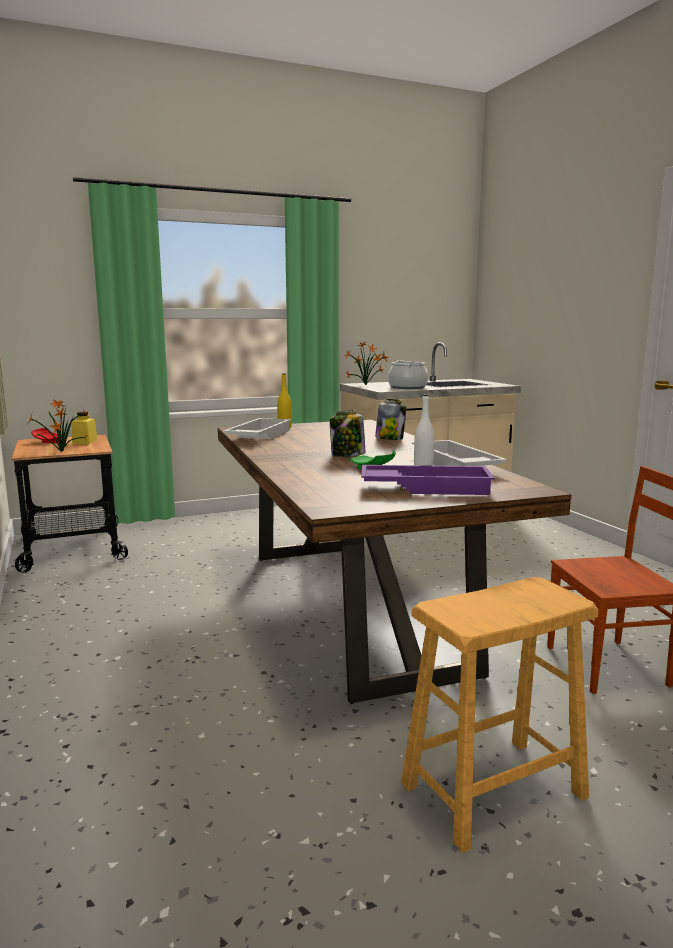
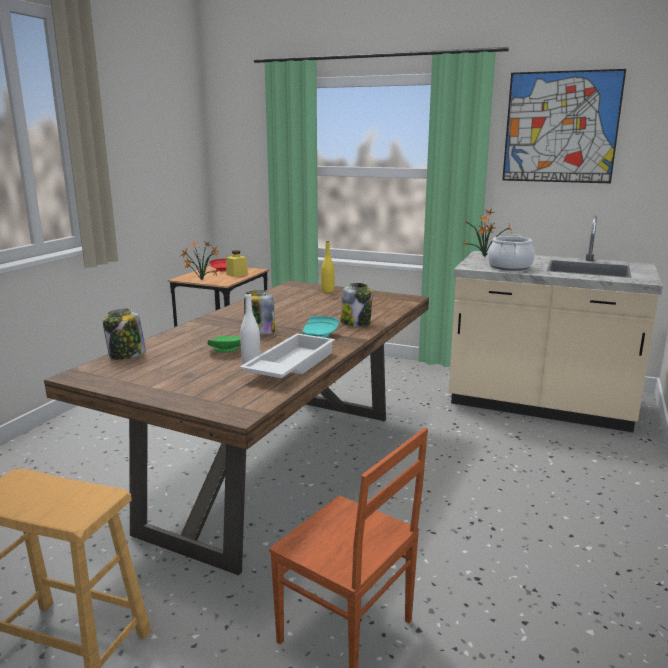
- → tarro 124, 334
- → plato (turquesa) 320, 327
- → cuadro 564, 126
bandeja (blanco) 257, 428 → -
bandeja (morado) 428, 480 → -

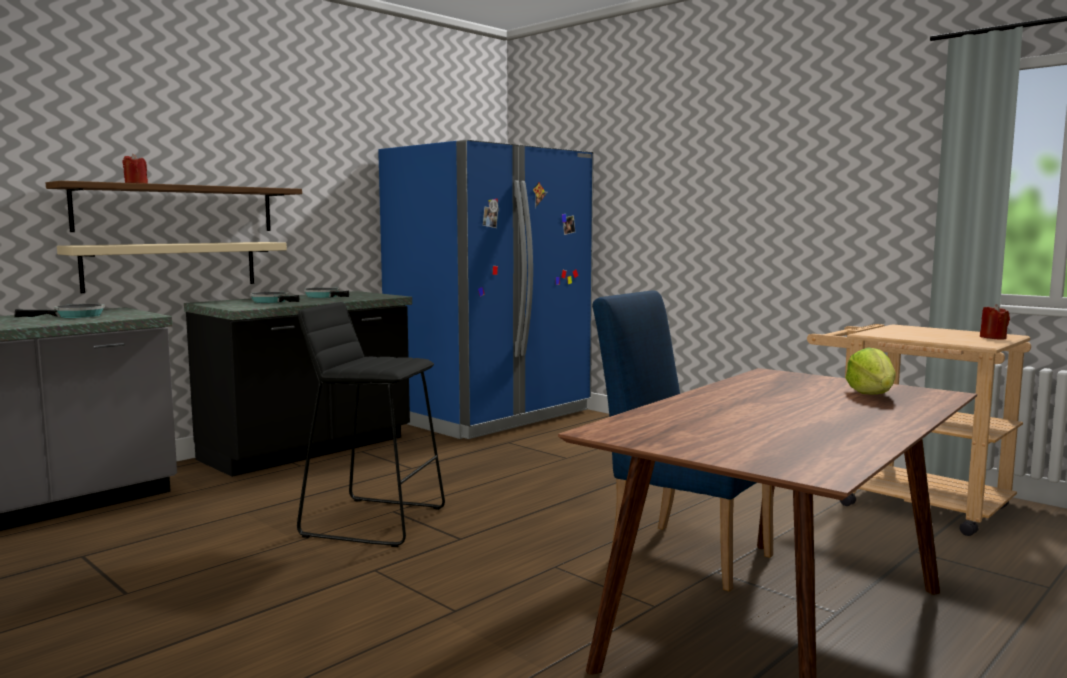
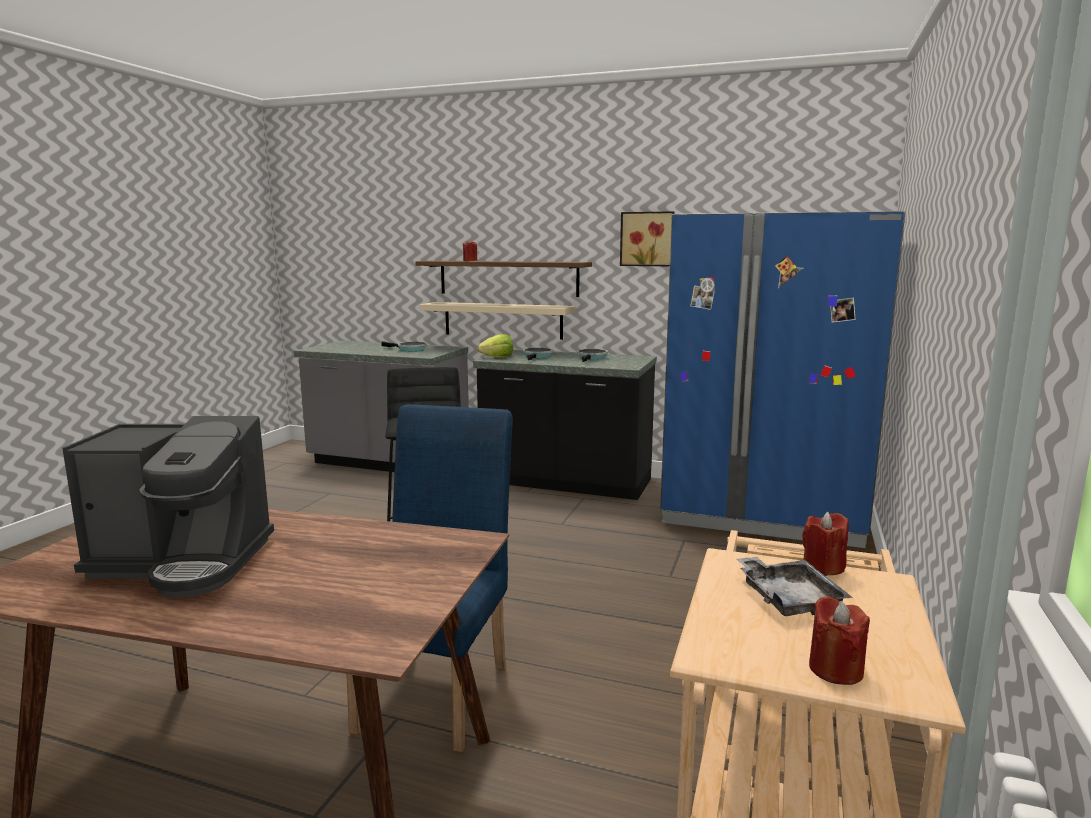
- → cafetera 168, 507
lechuga 870, 370 → lechuga 495, 346, relocated
- → cuadro 647, 238
- → bandeja (gris) 794, 586
- → vela (rojo) 825, 544

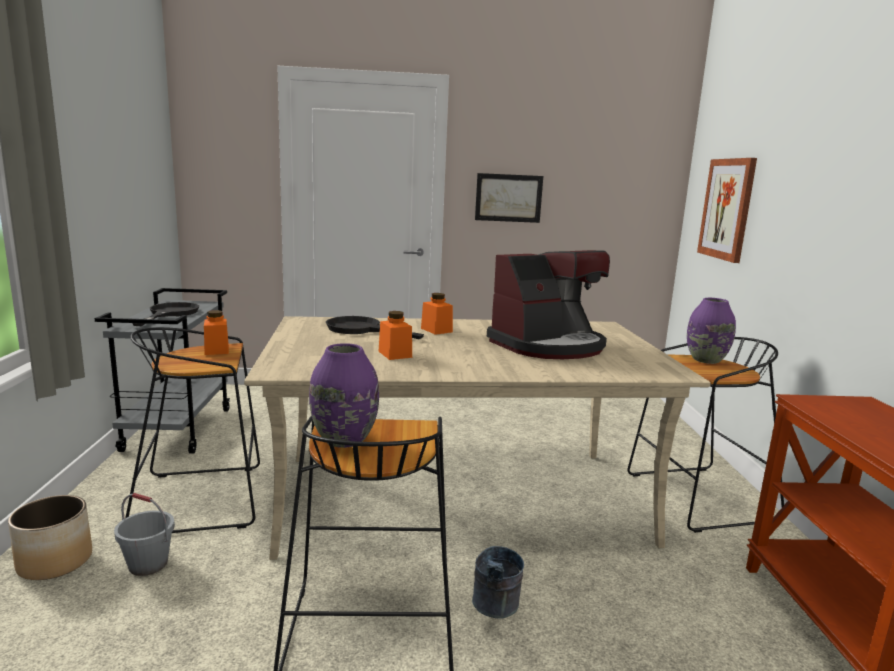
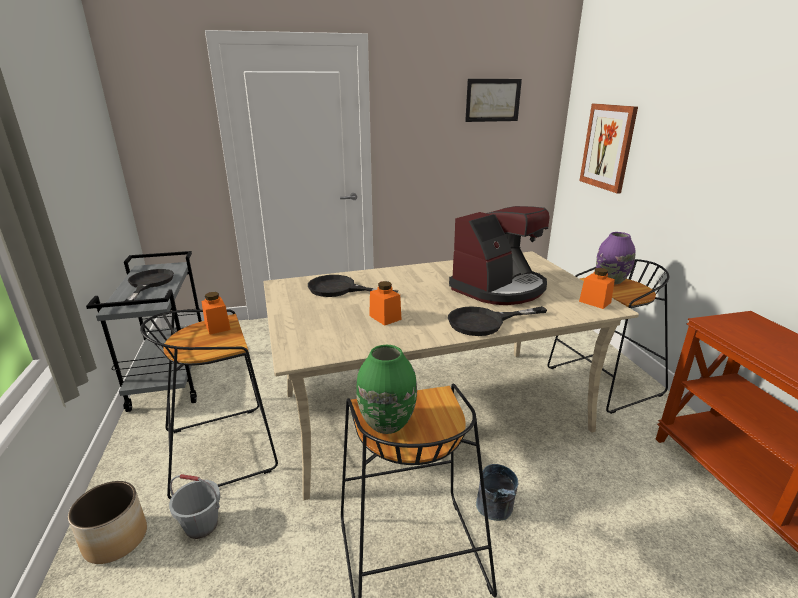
florero (morado) 344, 395 → florero (verde) 386, 389
- → sartén (negro) 497, 321
cuadro 509, 198 → cuadro 493, 100, relocated
tarro (naranja) 437, 314 → tarro (naranja) 597, 288, relocated

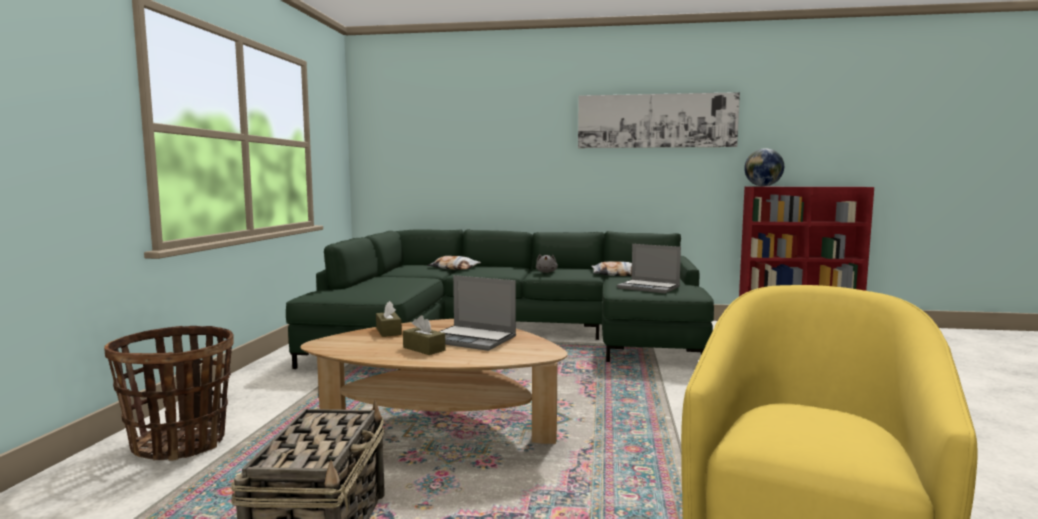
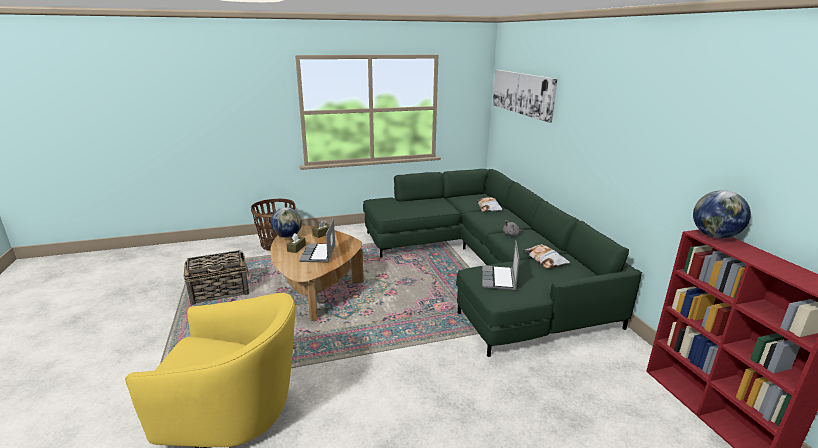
- → globo terráqueo 286, 223
cuadro 659, 120 → cuadro 525, 96, relocated

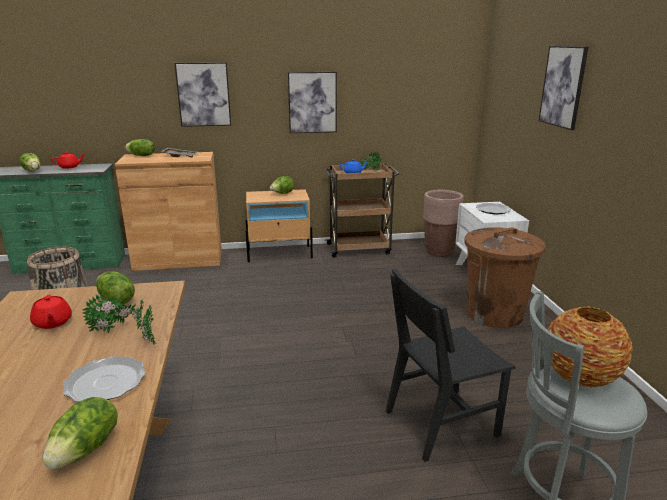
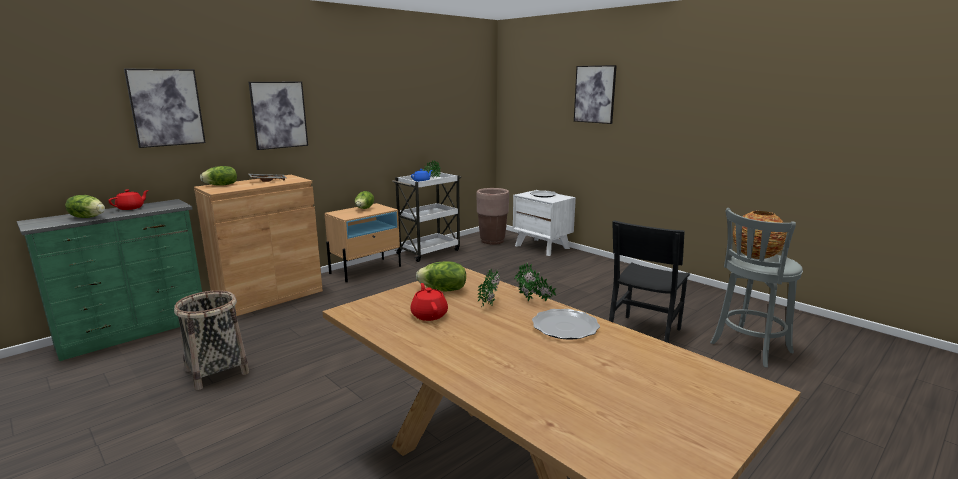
cuadro 312, 102 → cuadro 165, 108, relocated
carrito (marrón) 362, 210 → carrito (blanco) 427, 217
tetera (rojo) 51, 312 → tetera (rojo) 429, 302, 135 degrees counterclockwise
lechuga 80, 433 → -
papelera (marrón) 505, 277 → -

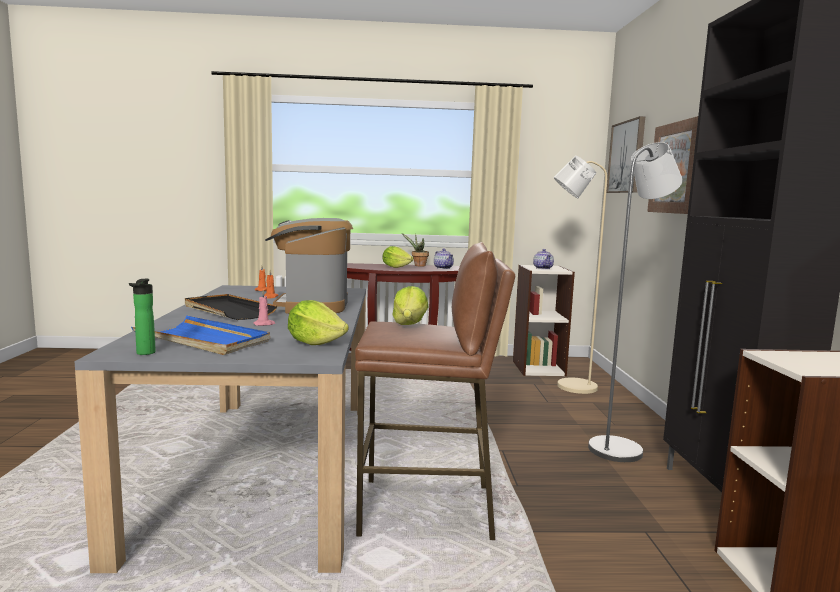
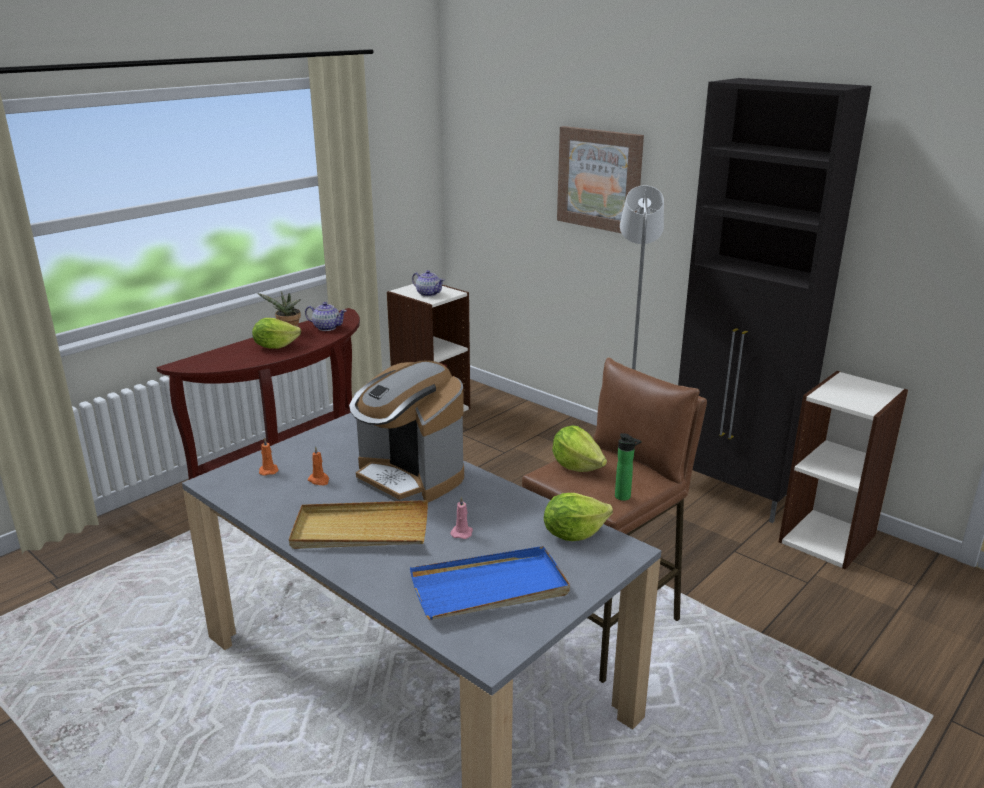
bandeja (negro) 231, 307 → bandeja (beis) 358, 524
botella 142, 316 → botella 628, 467, relocated
lámpara de pie (beis) 580, 275 → -
cuadro 625, 154 → -

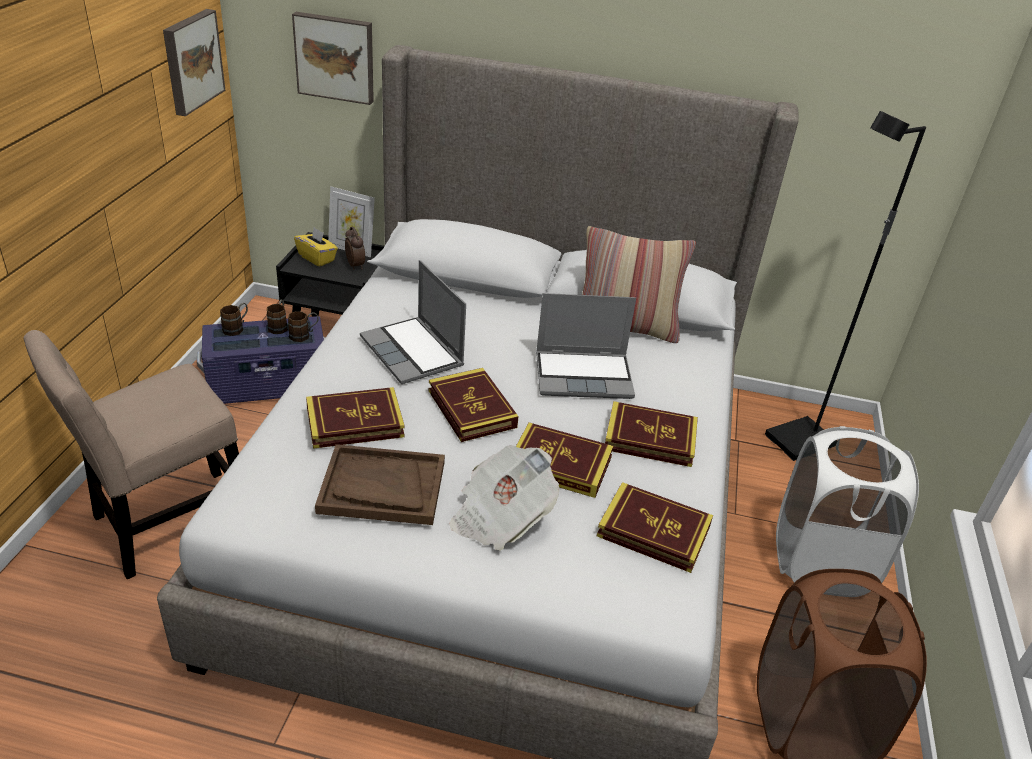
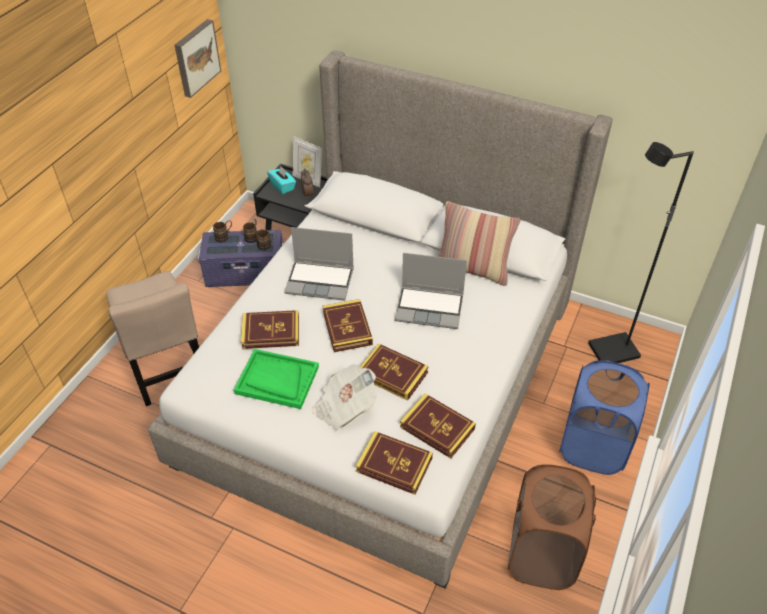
silla (beis) 131, 454 → silla (beis) 152, 338, 90 degrees counterclockwise
bandeja (marrón) 380, 484 → bandeja (verde) 276, 379
caja de pañuelos (amarillo) 316, 247 → caja de pañuelos (turquesa) 281, 180
portátil 413, 322 → portátil 319, 263, 60 degrees counterclockwise
libro 651, 434 → libro 394, 463, relocated
cesto de la ropa (blanco) 847, 504 → cesto de la ropa (azul) 604, 417
cuadro 333, 58 → -

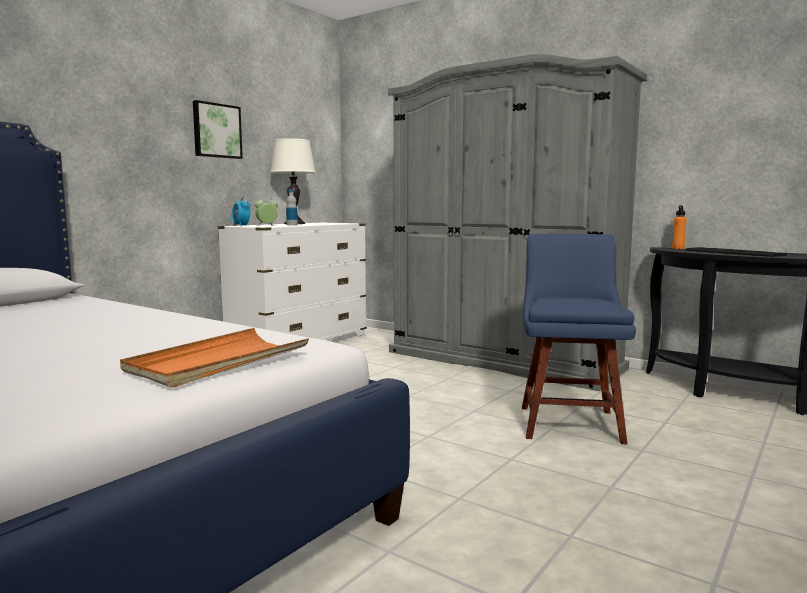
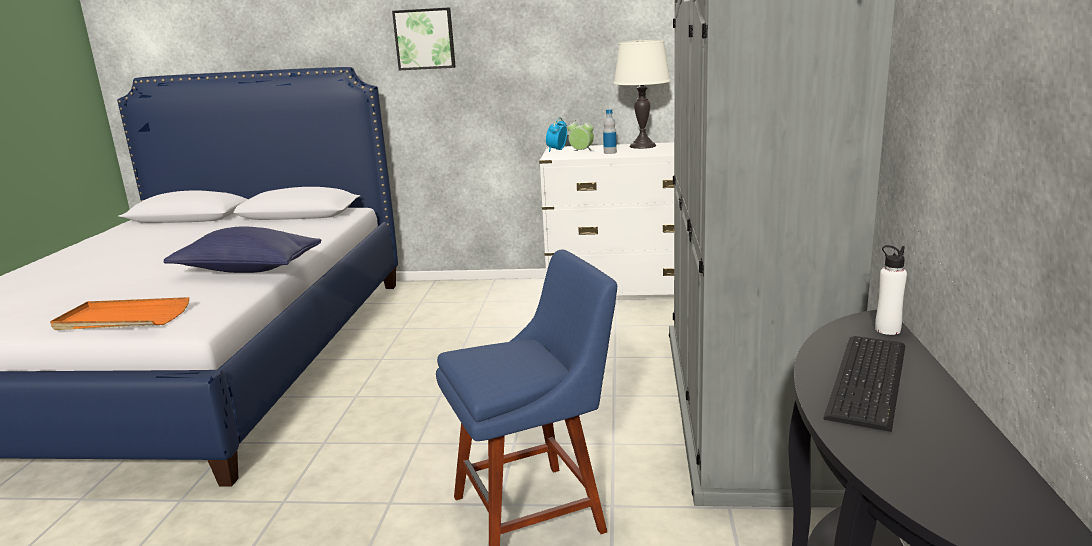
- → cojín (azul) 242, 250
cuadro 218, 129 → cuadro 424, 39, relocated
botella (naranja) 679, 227 → botella (blanco) 891, 290

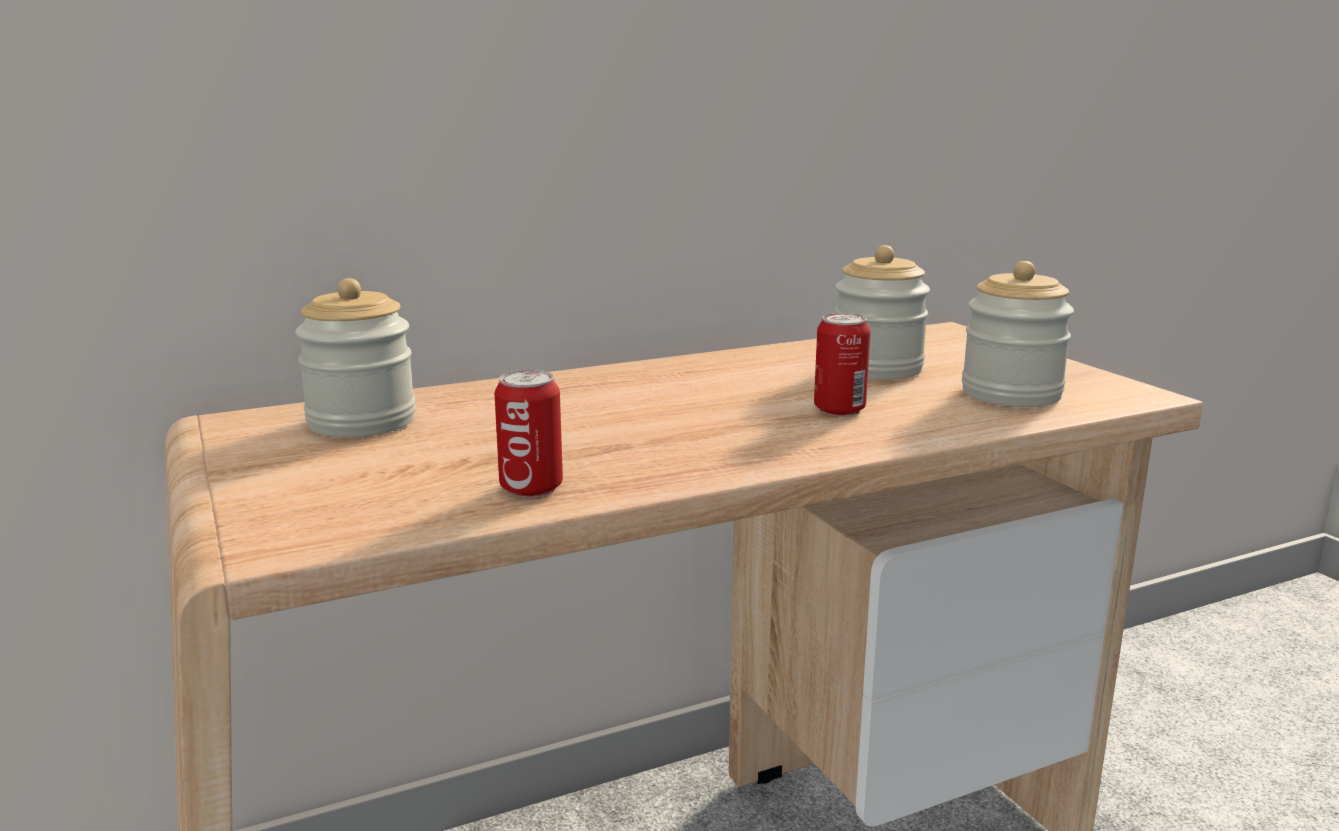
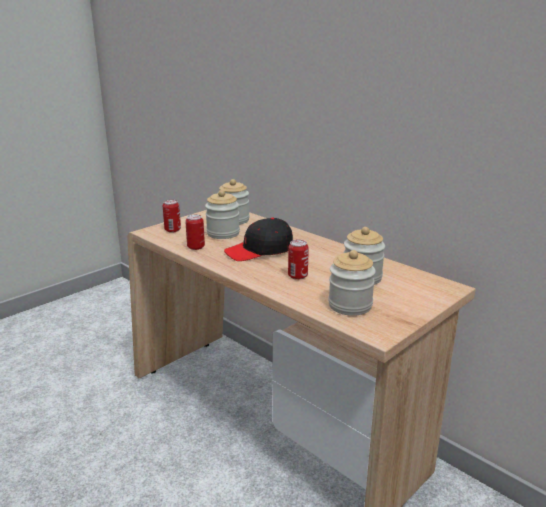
- → lata 172, 216
- → tarro 222, 214
- → gorra (negro) 258, 239

